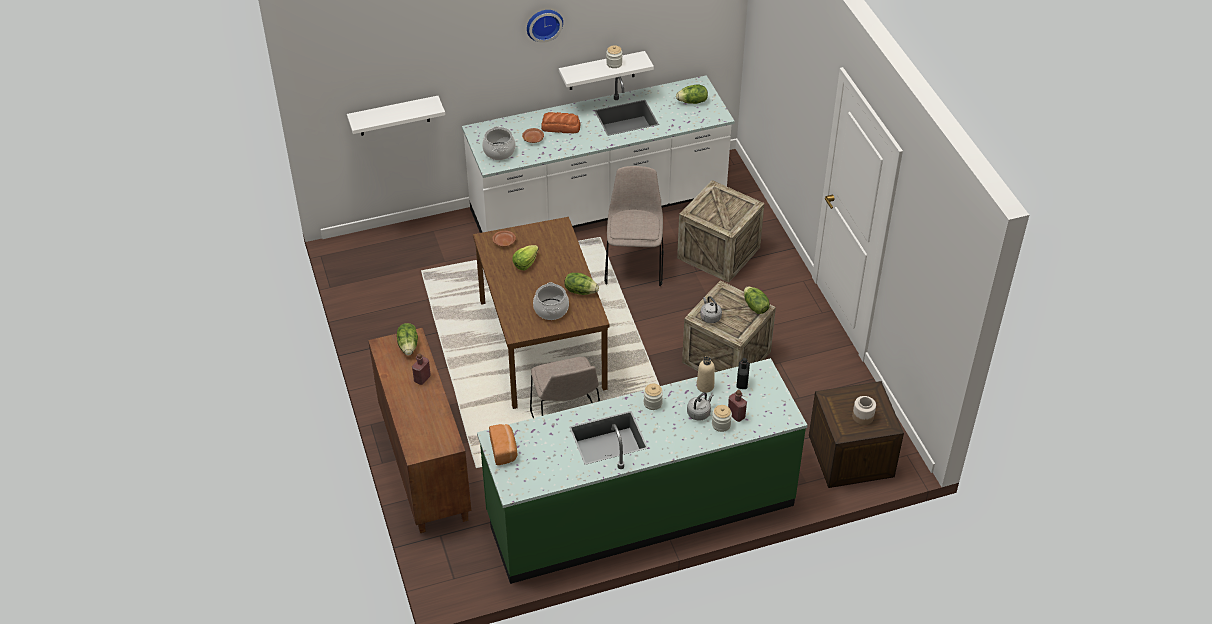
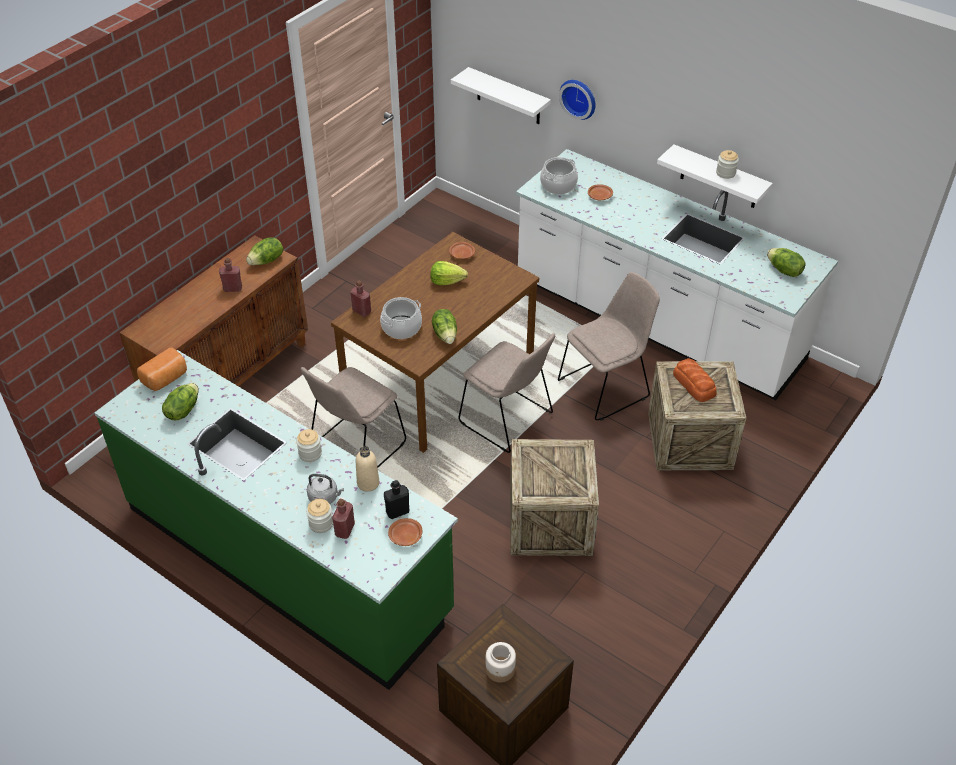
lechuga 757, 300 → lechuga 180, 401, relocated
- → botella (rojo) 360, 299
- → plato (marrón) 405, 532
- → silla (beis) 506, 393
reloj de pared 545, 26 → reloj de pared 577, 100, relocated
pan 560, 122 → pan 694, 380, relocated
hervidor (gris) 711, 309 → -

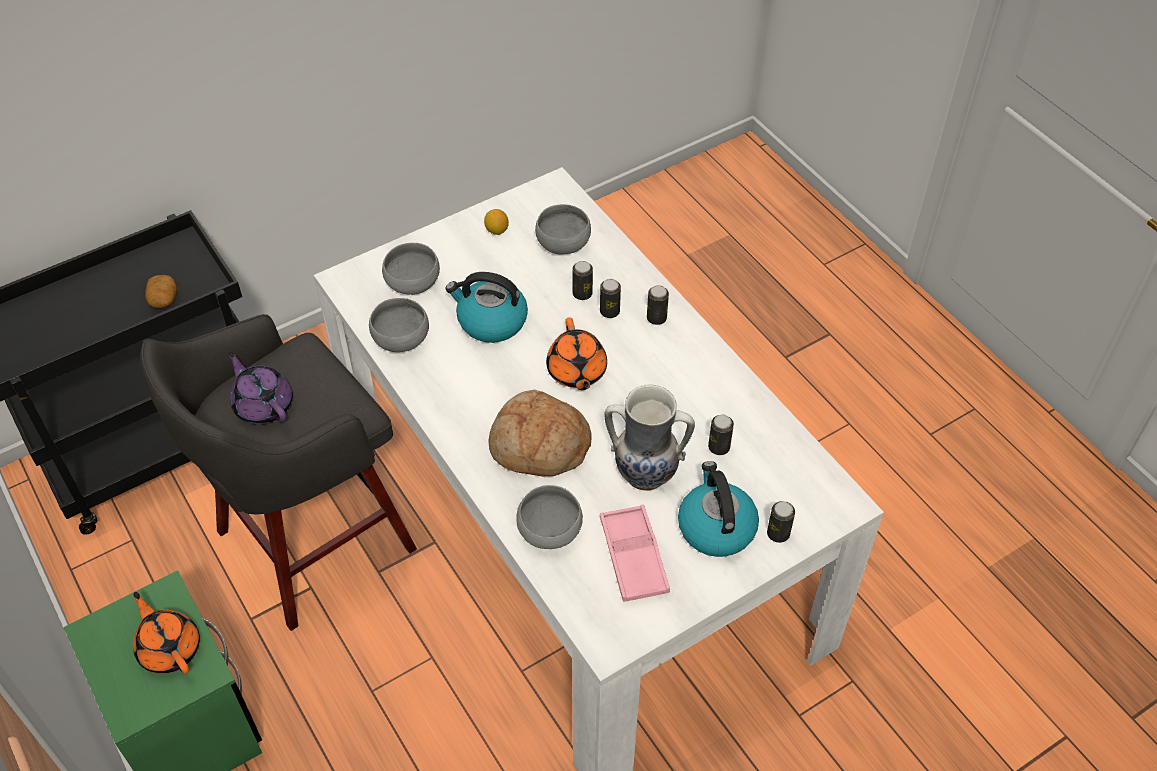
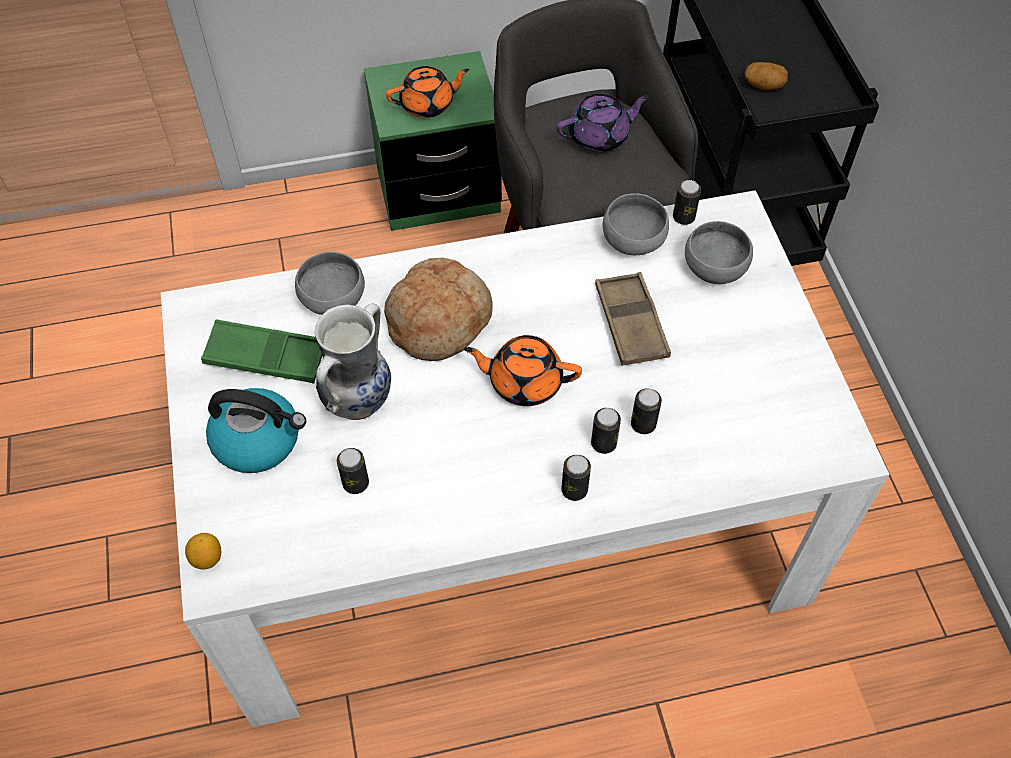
limón 496, 222 → limón 203, 551, relocated
bandeja (rosa) 635, 553 → bandeja (verde) 261, 351
hervidor 487, 307 → bandeja (marrón) 633, 319
lata 781, 522 → lata 687, 202, relocated
cuenco (gris) 563, 229 → -

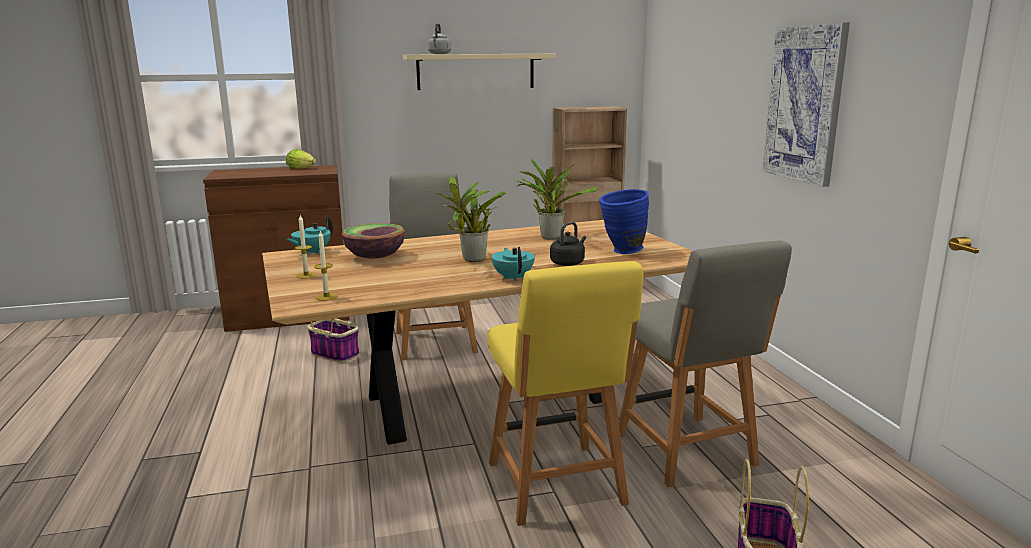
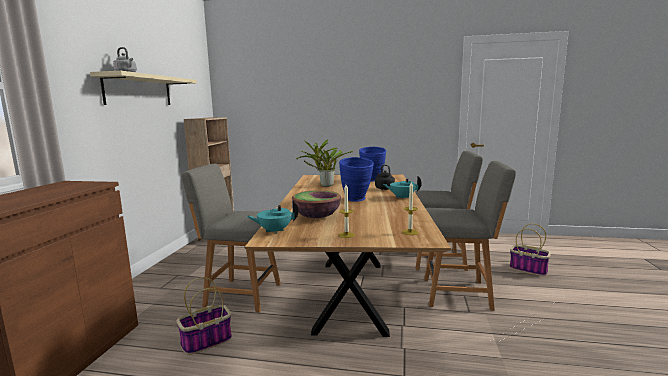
tetera (turquesa) 309, 235 → tetera (turquesa) 272, 217, 105 degrees clockwise
planta en maceta 467, 219 → florero (azul) 356, 179
silla (amarillo) 565, 393 → silla (gris) 470, 236
lechuga 301, 159 → -
cuadro 806, 104 → -

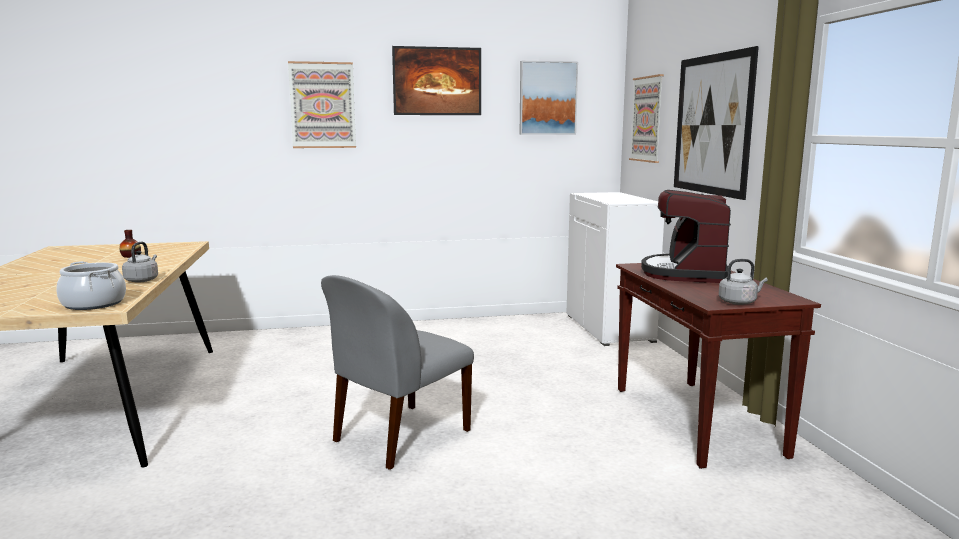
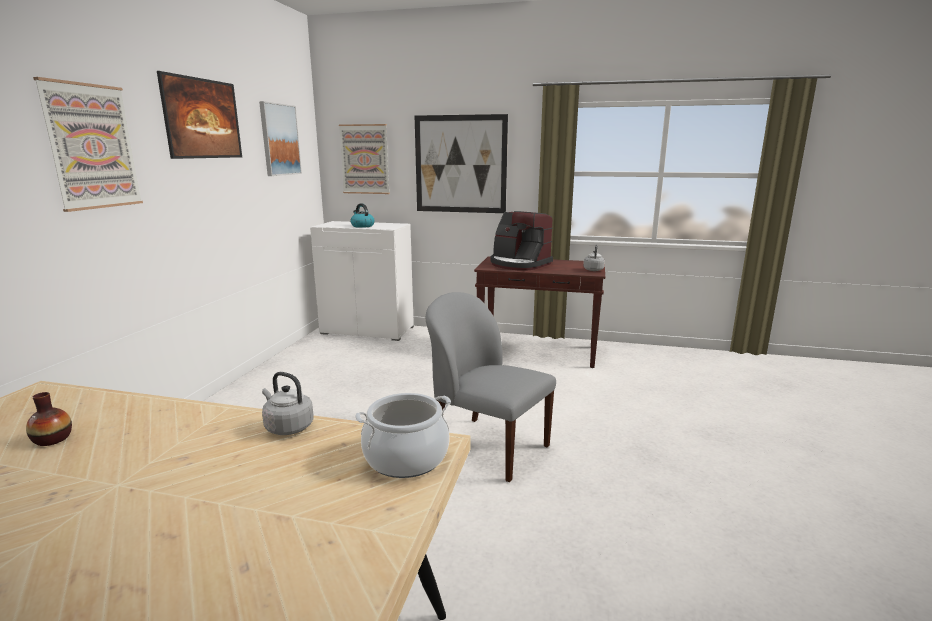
- → hervidor 362, 215
silla (gris) 397, 372 → silla (gris) 491, 387, 150 degrees clockwise

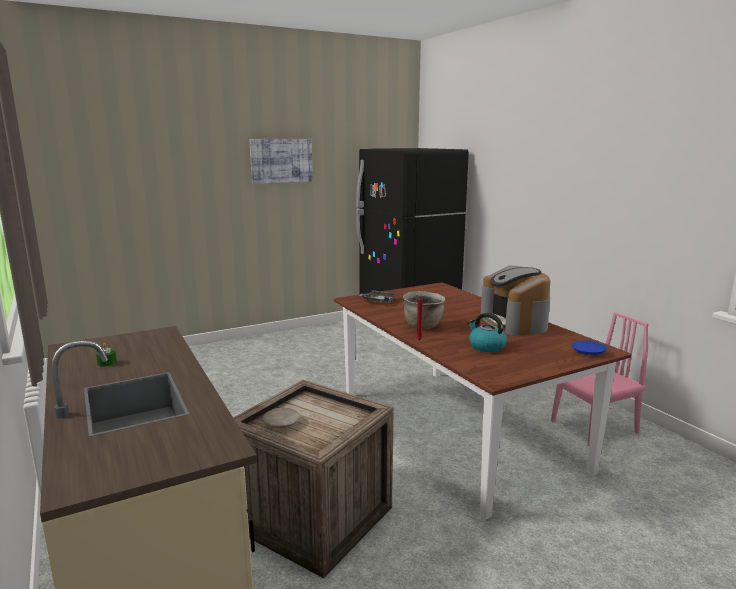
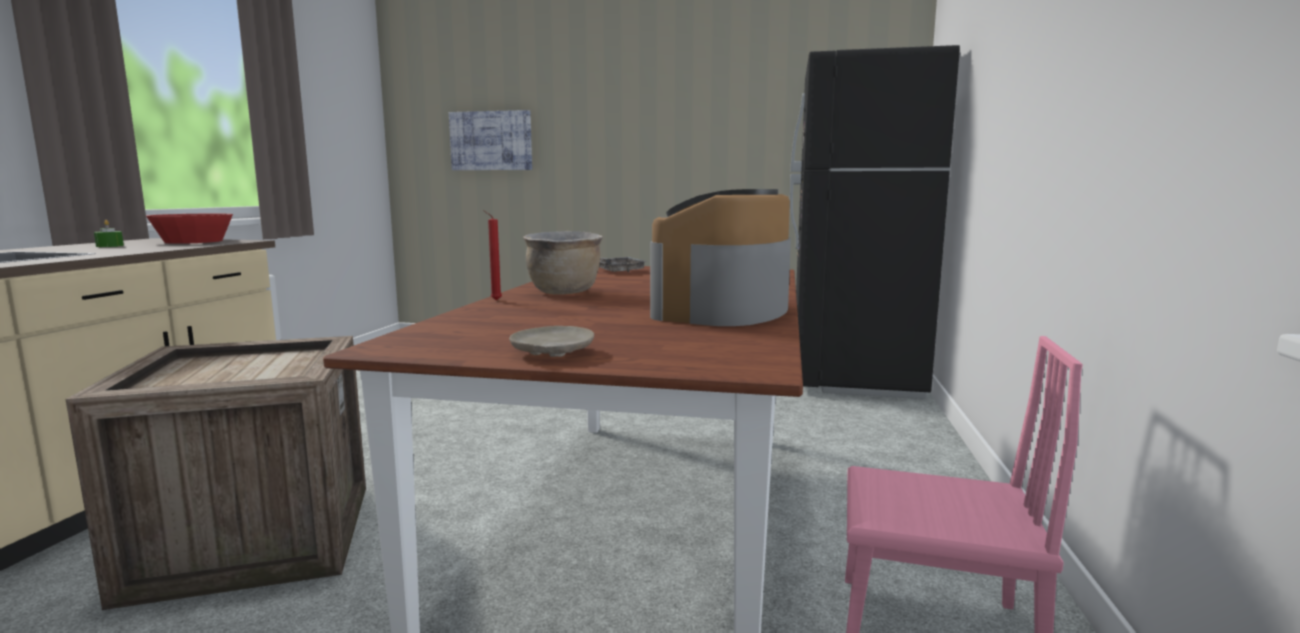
- → cuenco (rojo) 189, 229
cuadro 281, 161 → cuadro 490, 140, relocated
plato (beis) 281, 418 → plato (beis) 551, 341, relocated
hervidor 487, 332 → -
plato (azul) 589, 348 → -

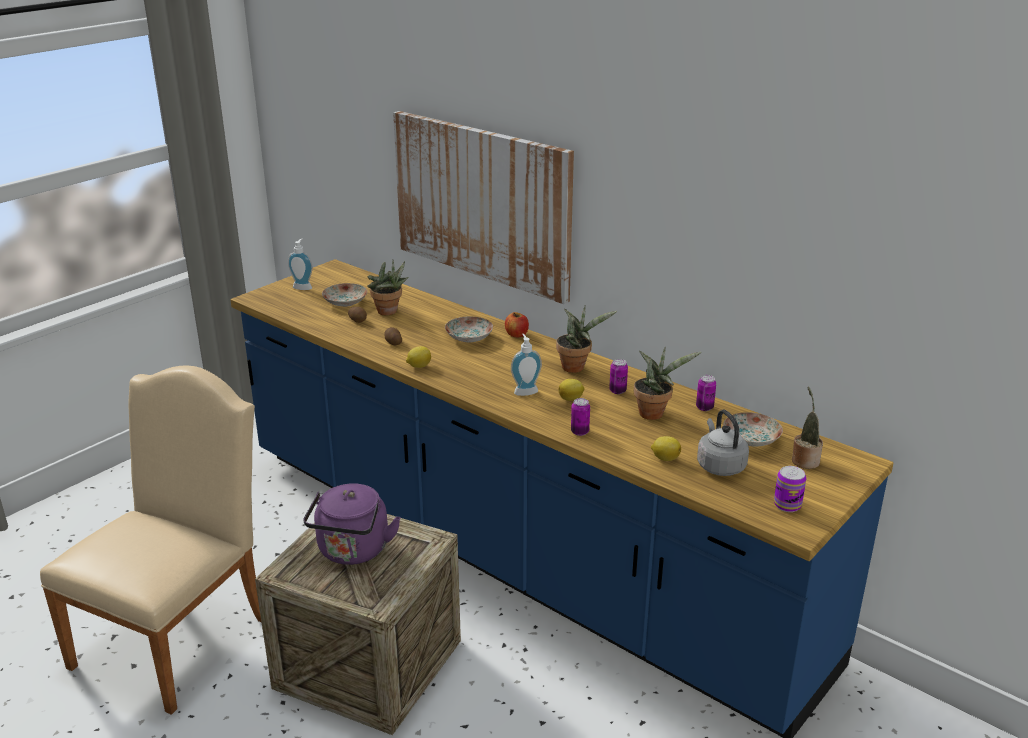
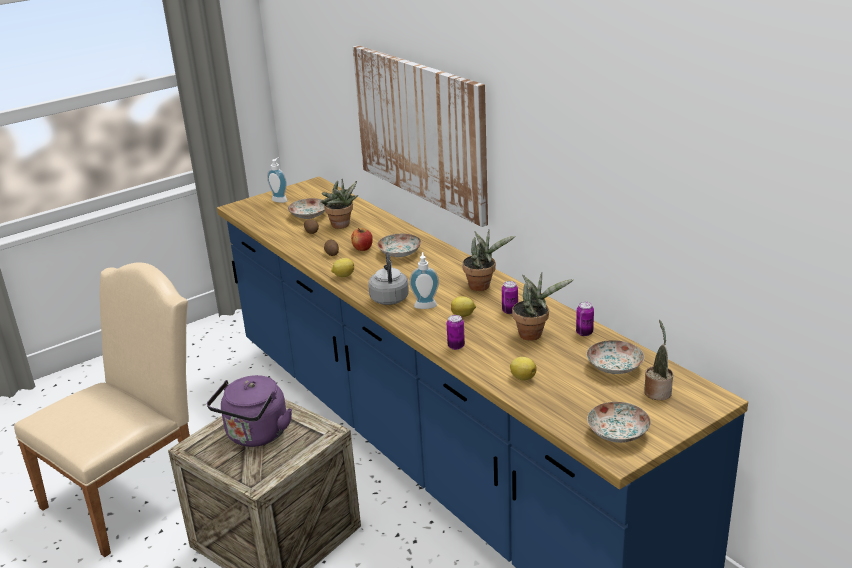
manzana 517, 324 → manzana 362, 239, relocated
hervidor (gris) 723, 443 → hervidor (gris) 388, 278, relocated
lata 790, 489 → plato 619, 422

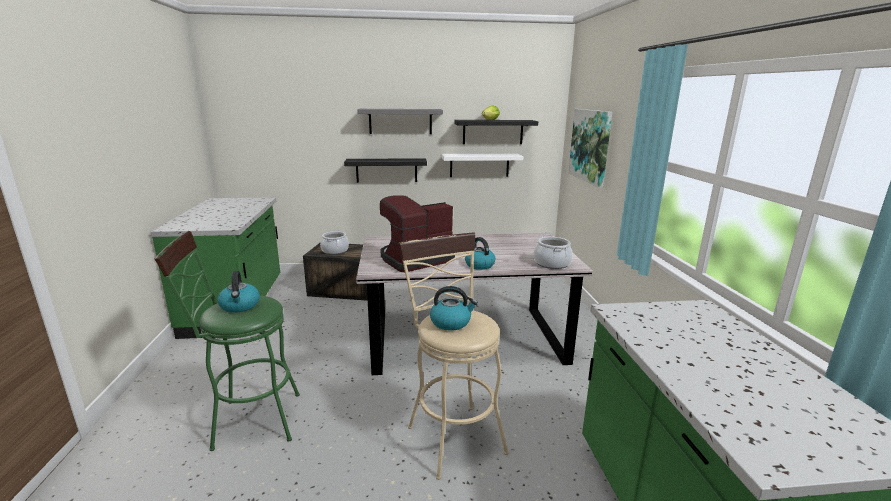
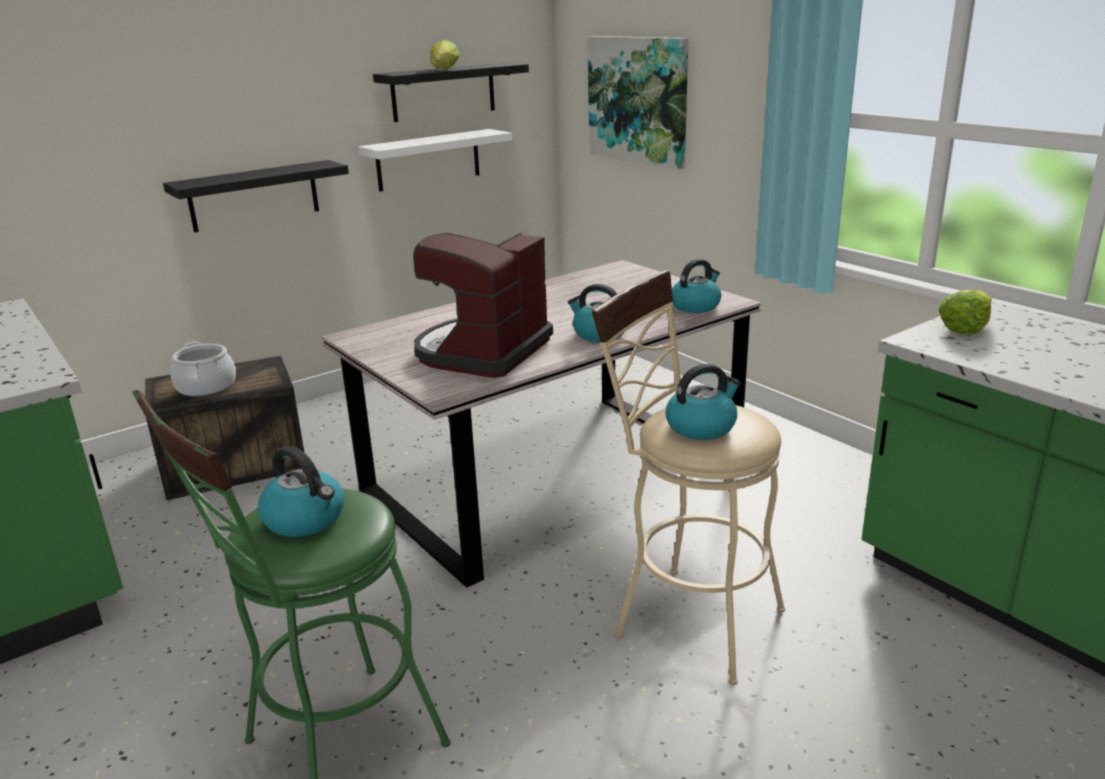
olla 553, 252 → hervidor 696, 286
- → lechuga 964, 312
estante (gris) 400, 121 → -

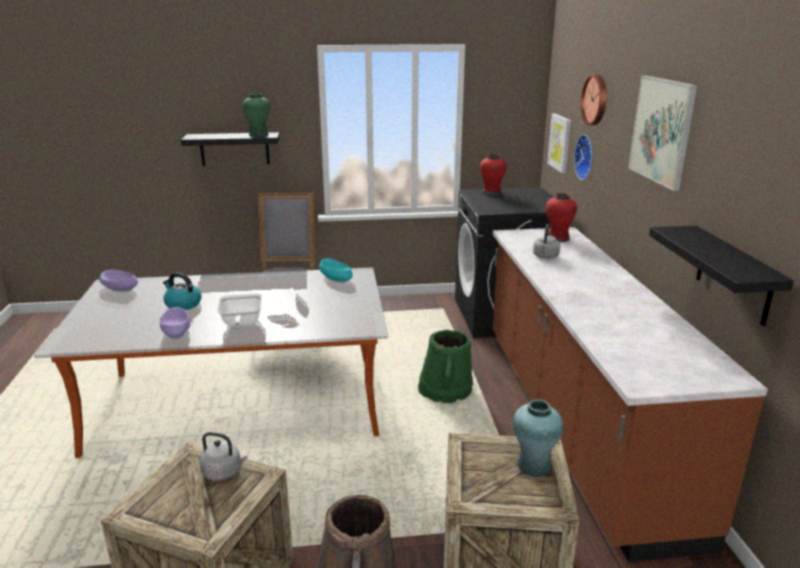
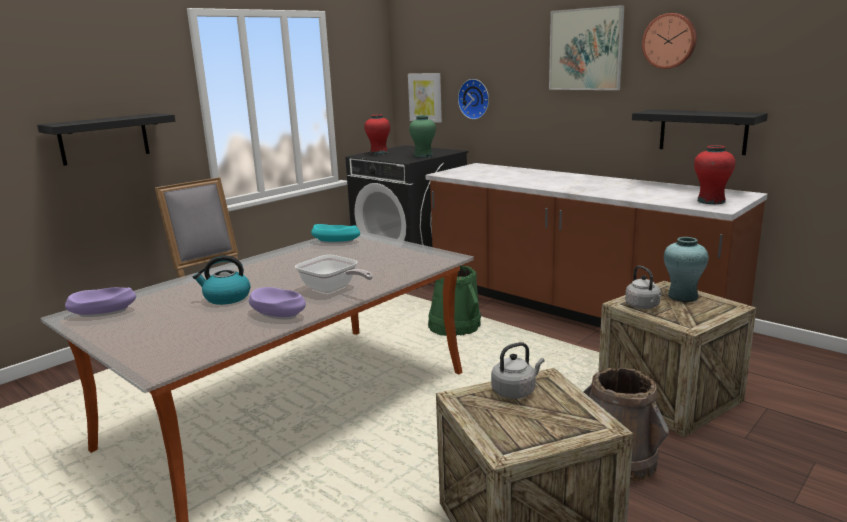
florero (verde) 256, 115 → florero (verde) 422, 136, relocated
hervidor (gris) 546, 241 → hervidor (gris) 643, 287, relocated
reloj de pared 594, 99 → reloj de pared 669, 41, relocated
florero (rojo) 561, 217 → florero (rojo) 714, 174, relocated

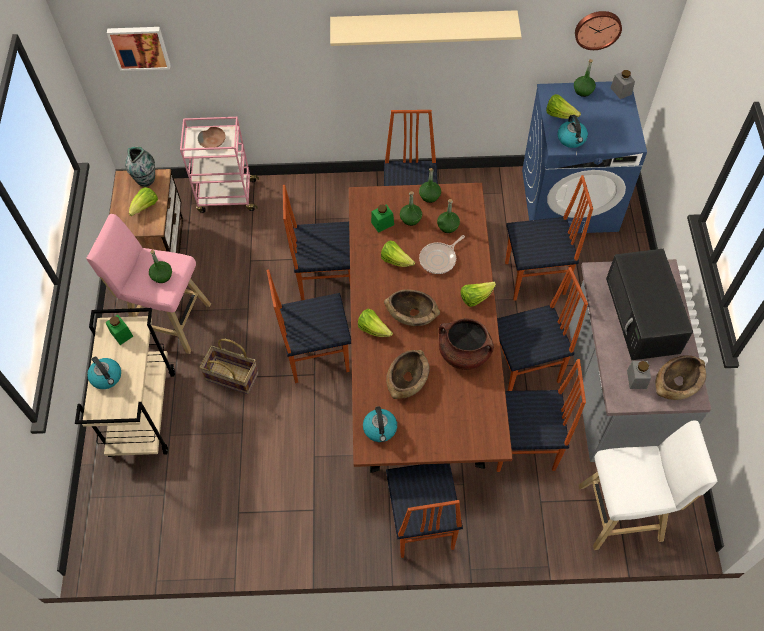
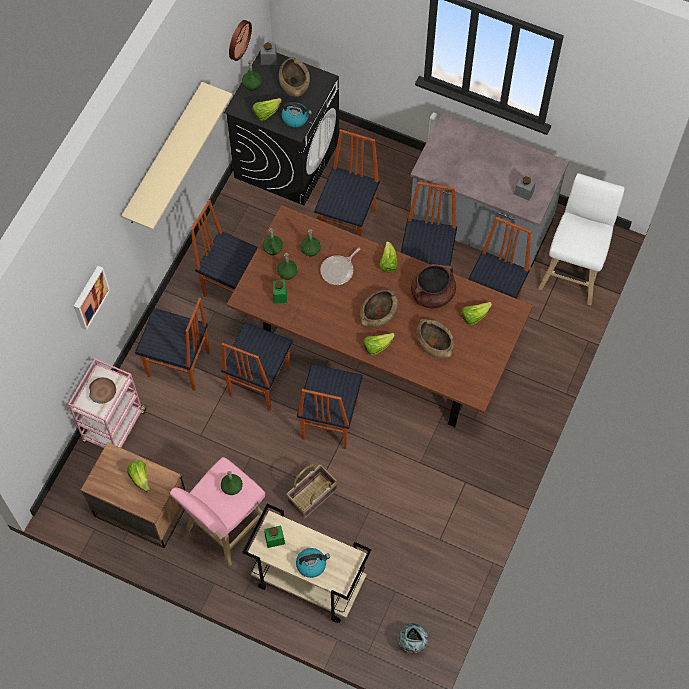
cuadro 138, 49 → cuadro 92, 298, relocated
silla 424, 510 → silla 172, 344, relocated
lavadora (azul) 584, 157 → lavadora (negro) 281, 127
cuenco (marrón) 680, 377 → cuenco (marrón) 294, 77, relocated
sartén 442, 254 → sartén 340, 266, 60 degrees clockwise
florero 140, 167 → florero 413, 638, relocated
lechuga 398, 253 → lechuga 476, 313, relocated
hervidor 380, 424 → -
microondas (negro) 649, 304 → -

